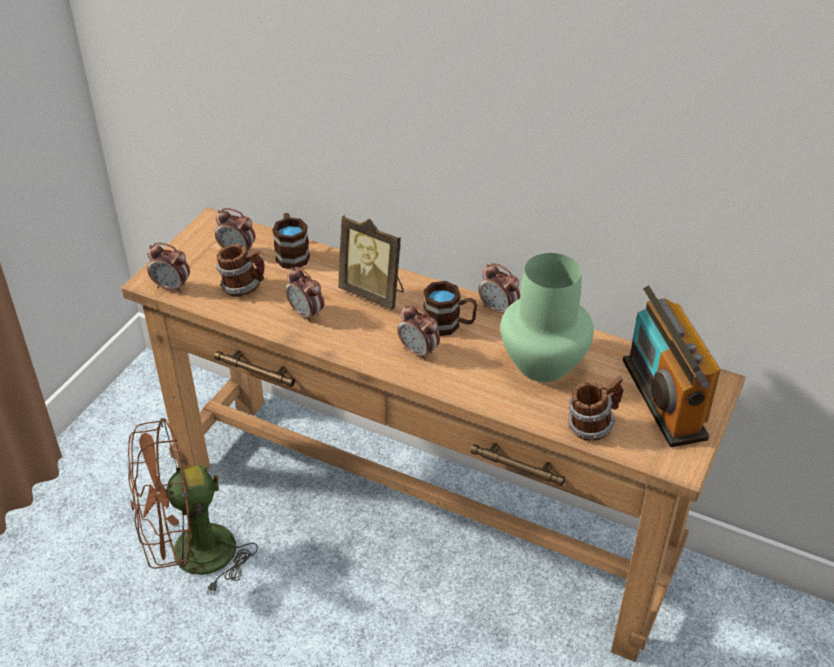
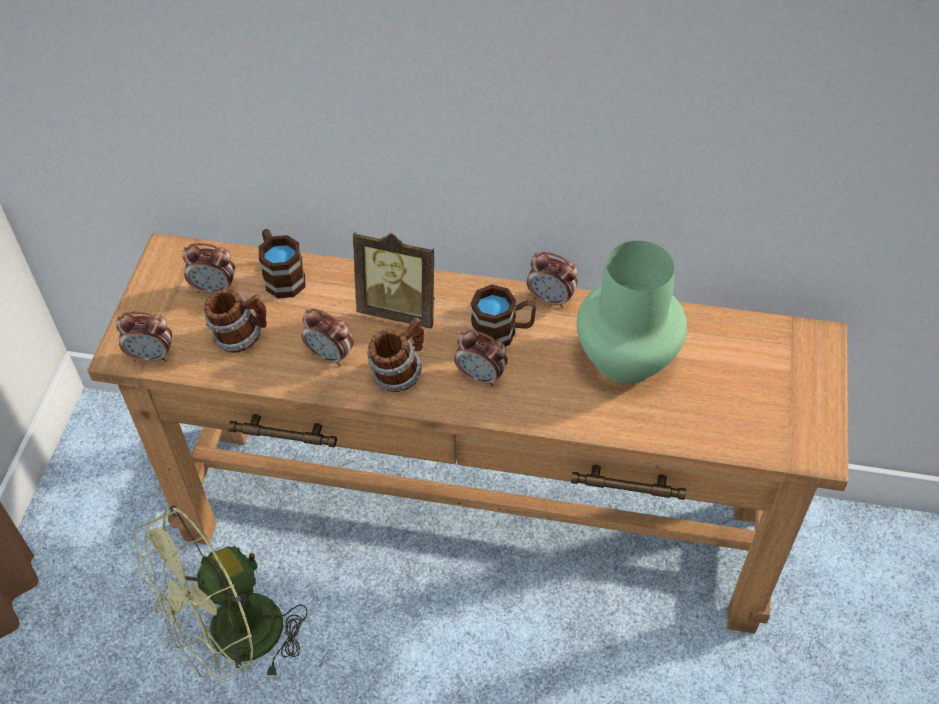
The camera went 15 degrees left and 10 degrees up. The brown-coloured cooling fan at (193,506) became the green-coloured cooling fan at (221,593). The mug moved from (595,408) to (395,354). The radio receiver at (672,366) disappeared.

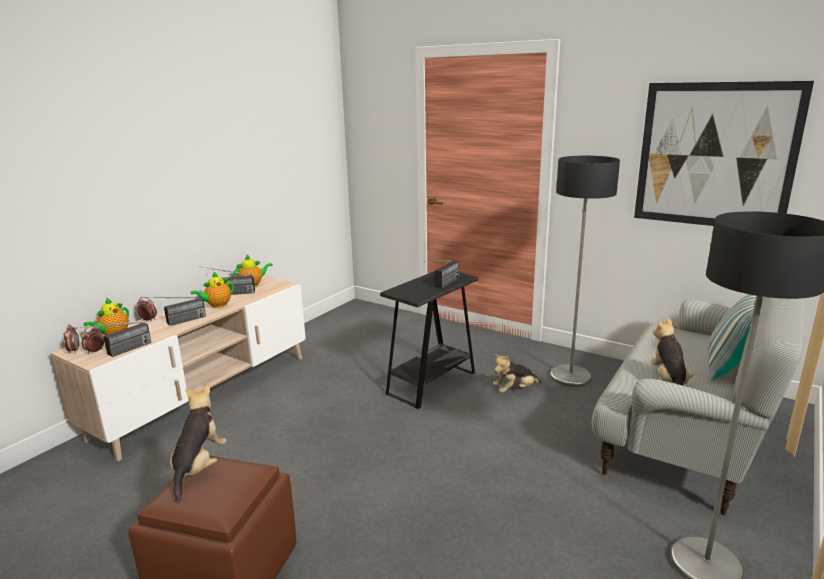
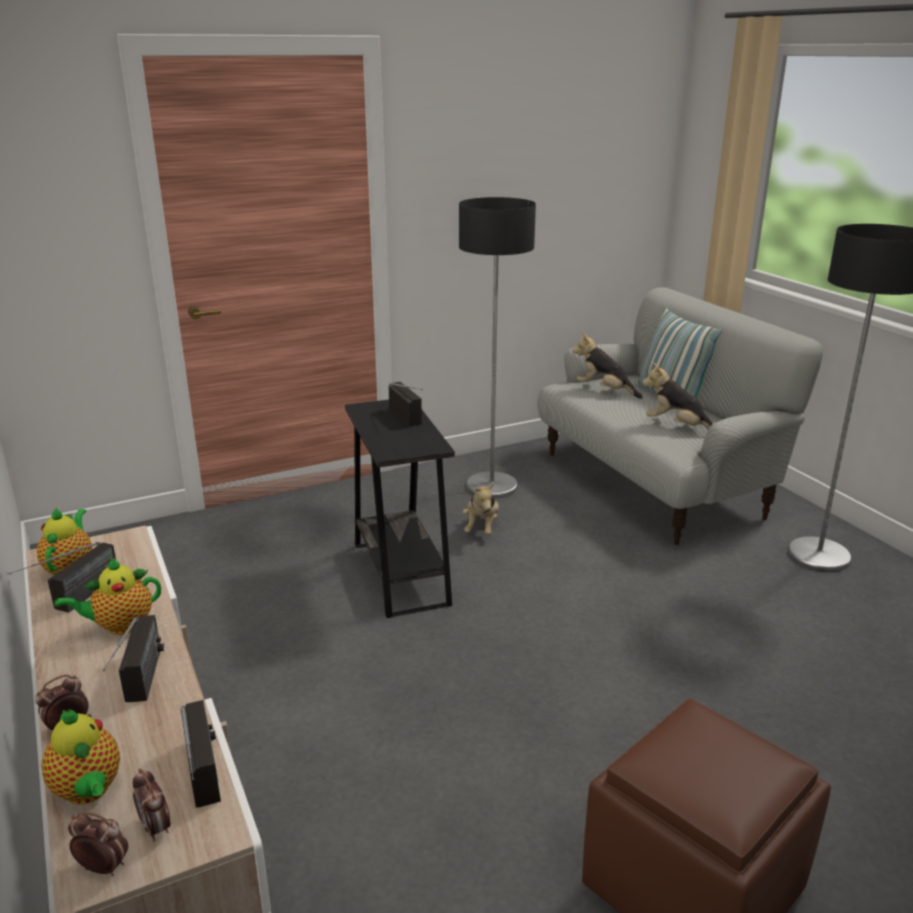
The camera went 60 degrees left and 5 degrees up. The plush toy moved from (198,443) to (607,365). The teapot at (212,290) turned 75 degrees clockwise. The wall art at (724,153) disappeared.

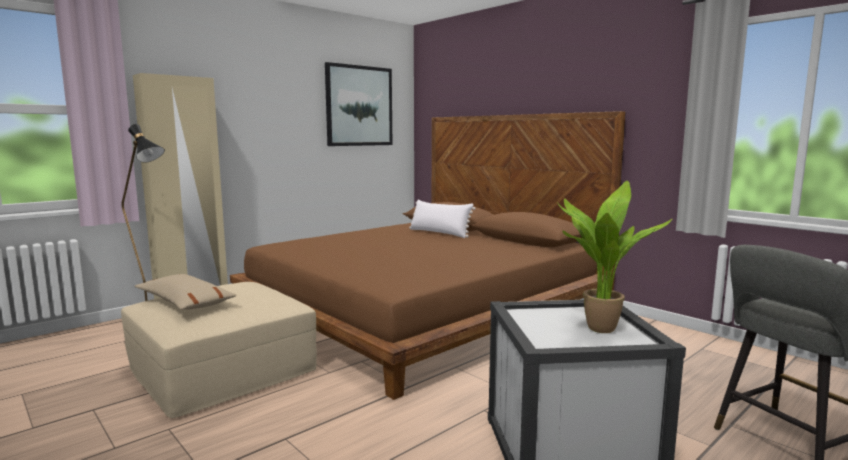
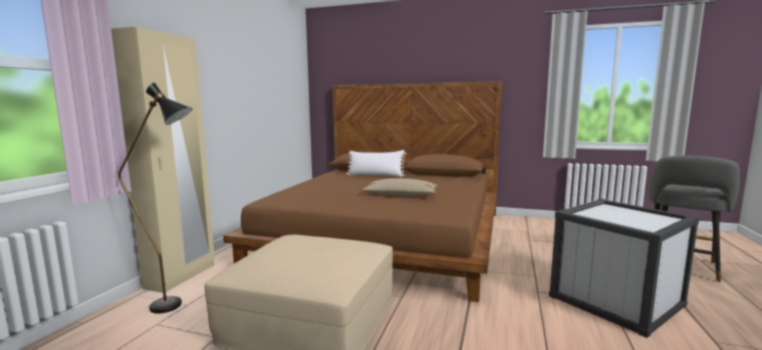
The camera went 30 degrees left and 0 degrees up. The beige-coloured throw pillow moved from (185,292) to (399,187). The wall art at (358,104) disappeared. The plant in a pot at (614,257) disappeared.

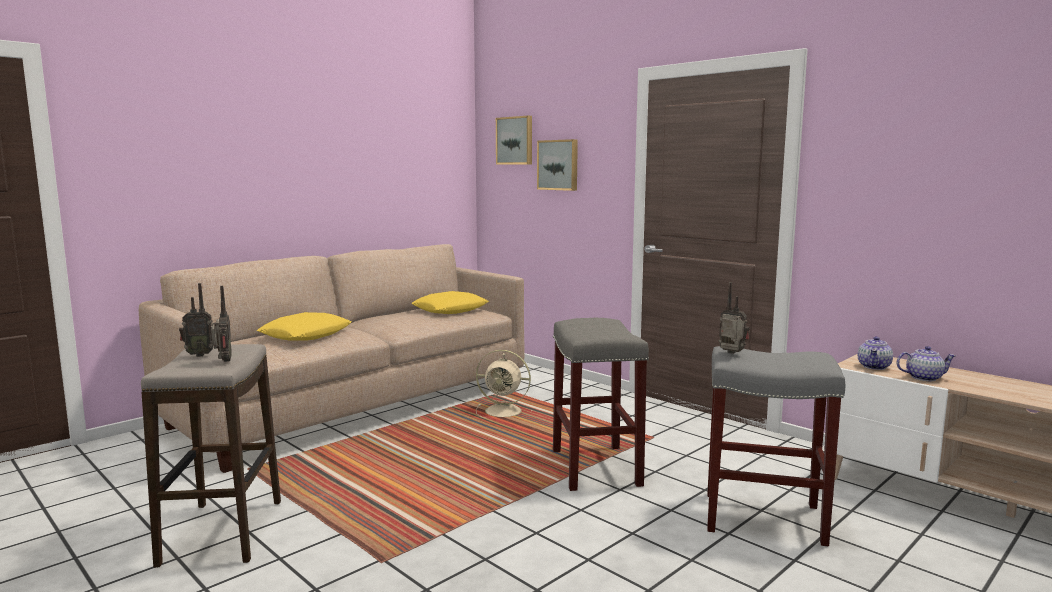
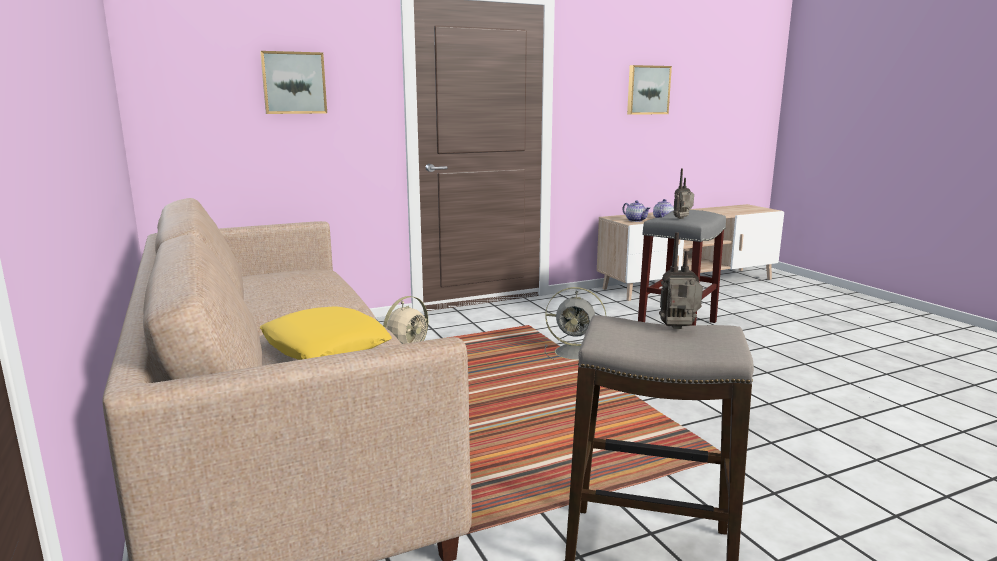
The camera went 70 degrees left and 5 degrees up. The radio receiver at (196,320) disappeared. The yellow throw pillow at (450,302) disappeared. The wall art moved from (514,140) to (649,90). The gray sitting stool at (601,404) was replaced by the gray cooling fan at (575,324).

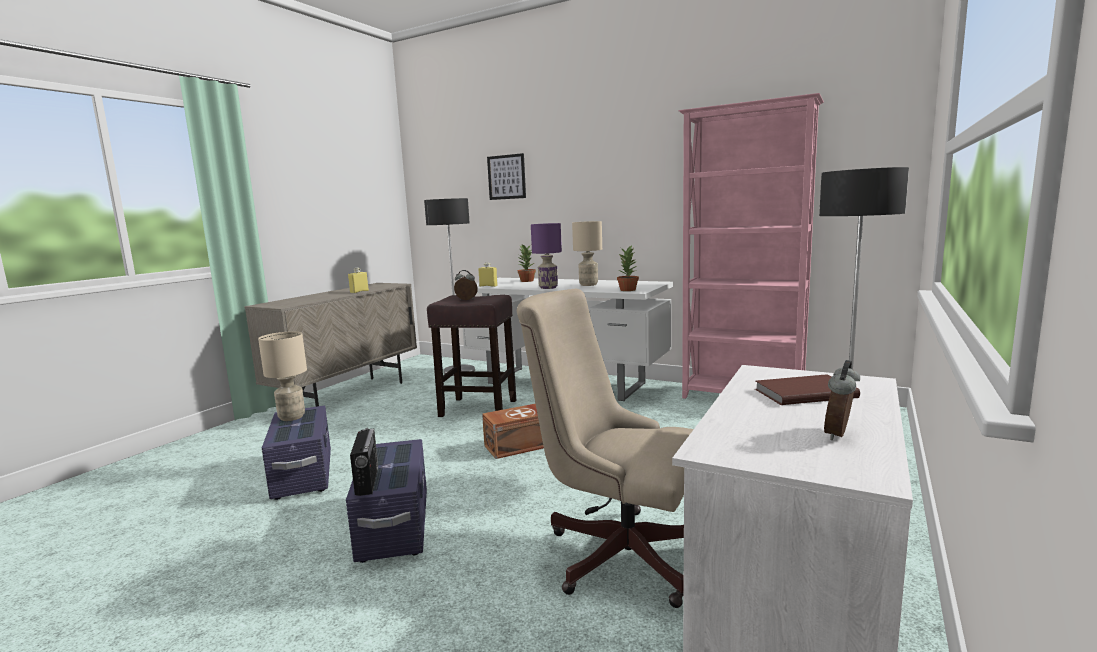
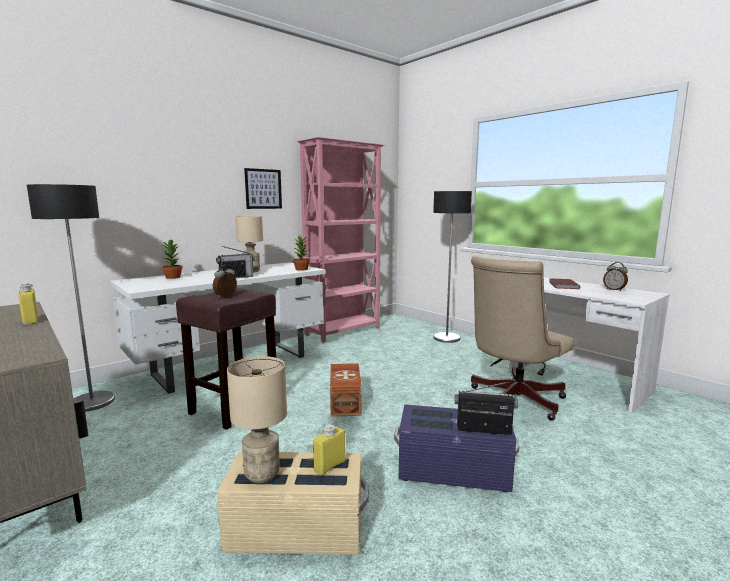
The camera went 70 degrees left and 0 degrees up. The purple storage bin at (296,453) became the beige-coloured storage bin at (293,503). The yellow bottle moved from (488,274) to (329,450). The wall art moved from (506,176) to (263,188). The purple lamp for a table at (546,256) was replaced by the radio receiver at (235,262).

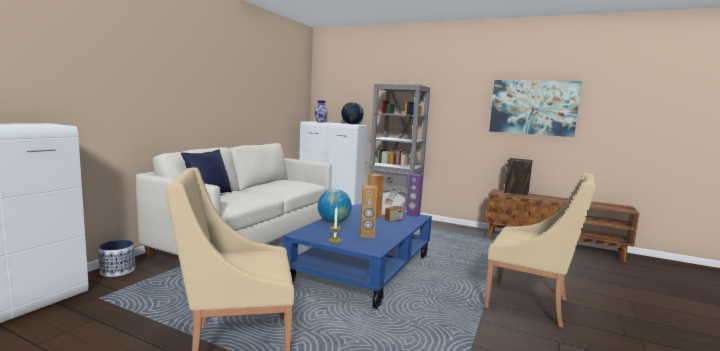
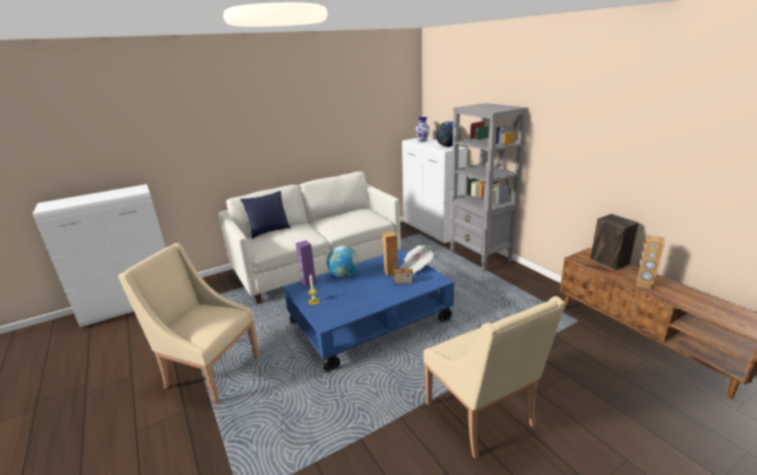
The camera went 35 degrees right and 15 degrees up. The planter at (116,258) disappeared. The brown-coloured speaker moved from (368,211) to (650,262). The purple speaker moved from (414,195) to (306,264). The wall art at (535,108) disappeared.

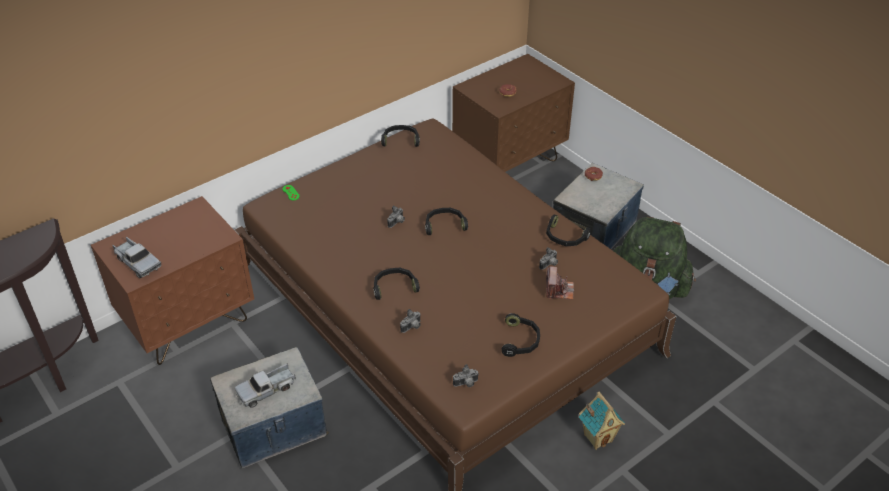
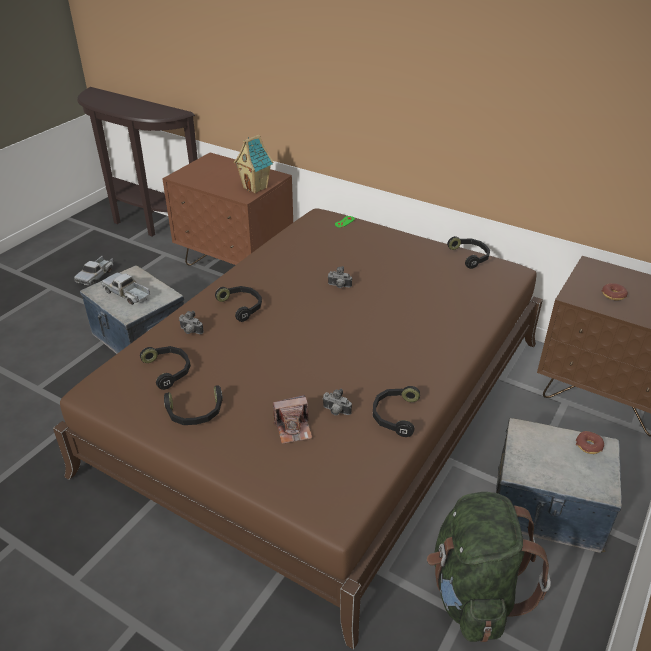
The camera went 70 degrees right and 5 degrees down. The toy truck moved from (137,257) to (94,271). The black headset moved from (446,221) to (165,368). The photo camera at (466,375) disappeared. The miniature house moved from (602,420) to (253,163).

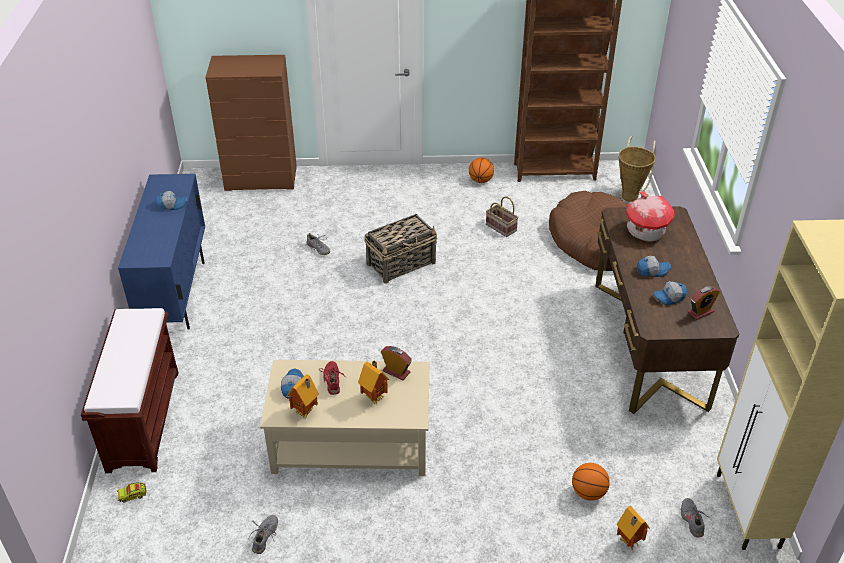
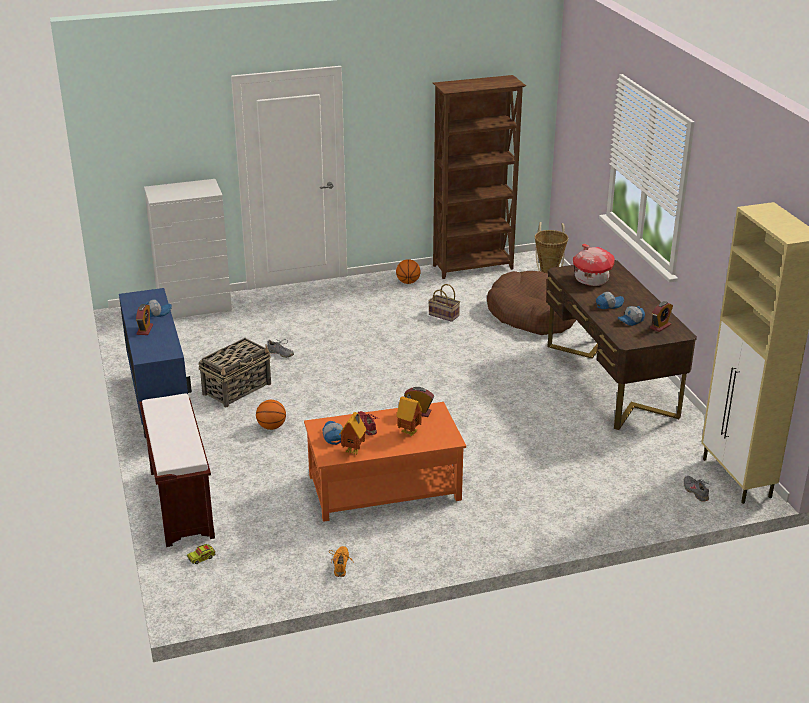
The camera went 15 degrees left and 10 degrees down. The brown-coloured chest of drawers at (251,123) became the white-coloured chest of drawers at (188,248). The gray low shoe at (263,534) became the orange low shoe at (341,561). The beige-coloured coffee table at (344,418) became the orange coffee table at (385,462). The basket moved from (400,249) to (235,373). The basketball moved from (591,482) to (271,415). The miniature house at (633,528) disappeared. The alarm clock at (144,319) appeared.

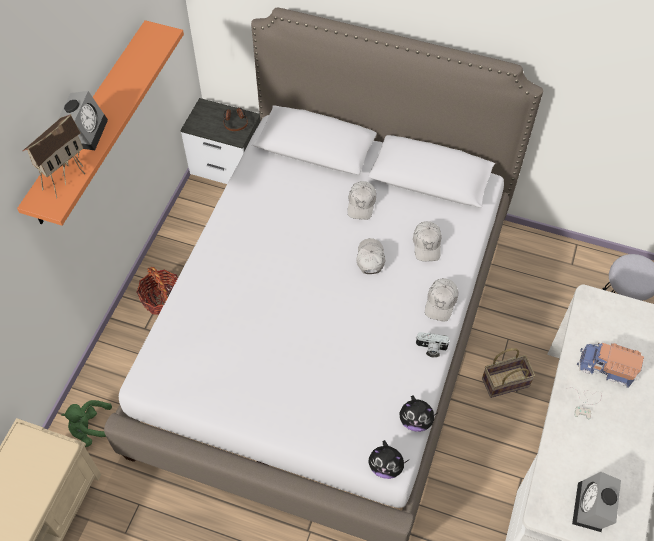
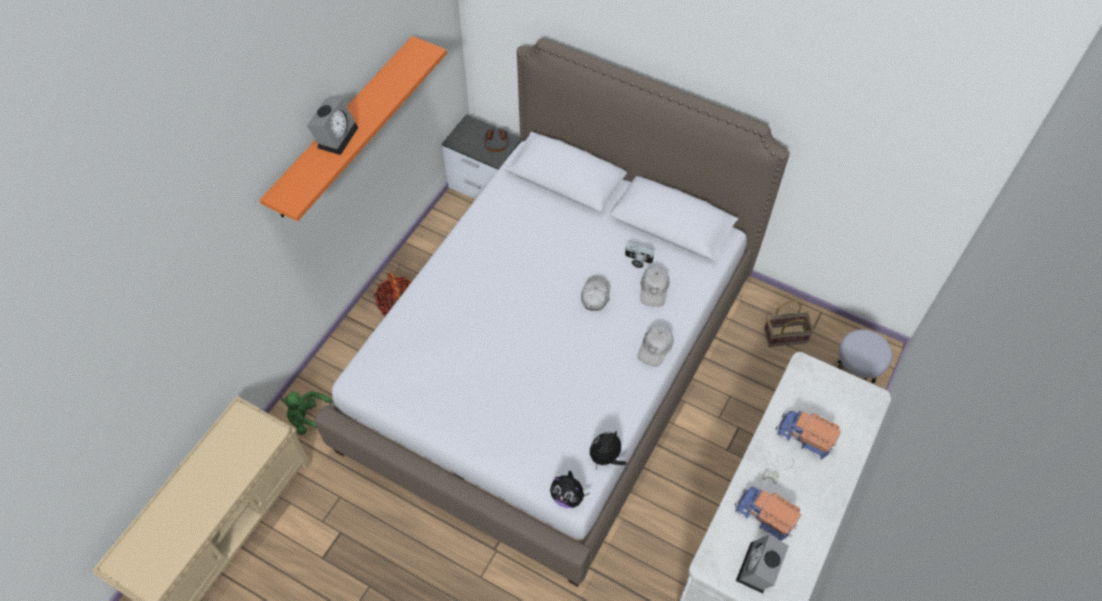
The camera went 10 degrees right and 0 degrees up. The miniature house at (54,156) disappeared. The white-coloured baseball cap at (362,200) disappeared. The plush toy at (419,413) turned 120 degrees clockwise. The photo camera moved from (432,345) to (640,255). The basket moved from (508,373) to (789,324). The toy truck at (768,513) appeared.

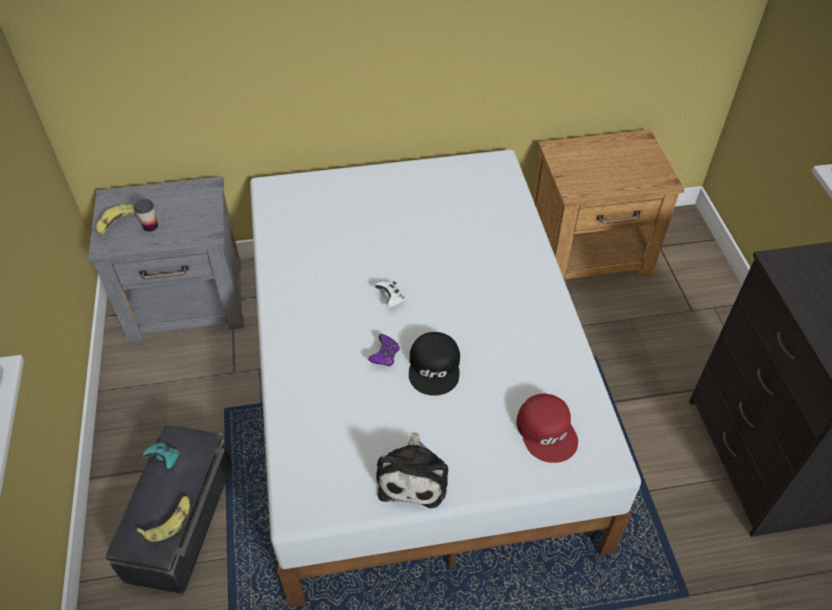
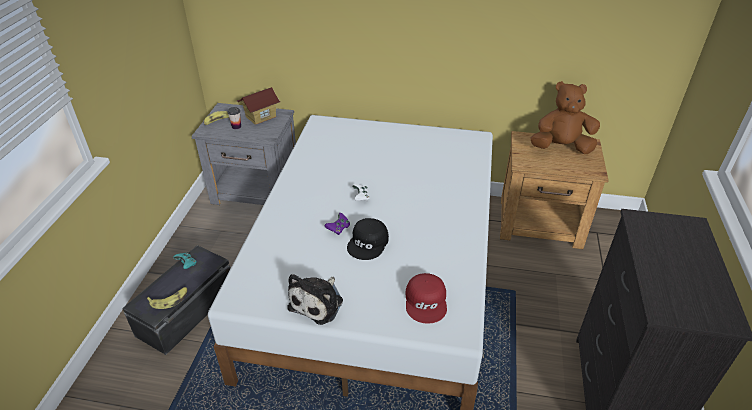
The camera went 20 degrees right and 10 degrees down. The miniature house at (258,106) appeared. The brown-coloured plush toy at (565,117) appeared.

